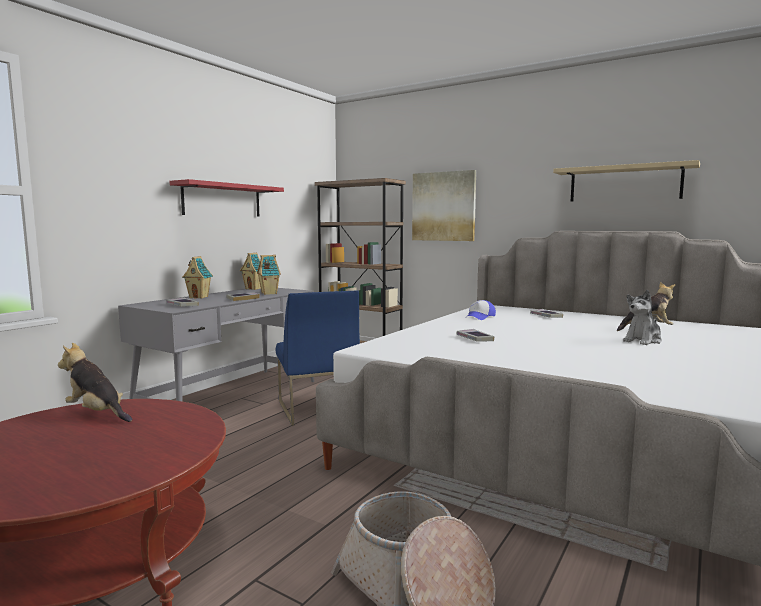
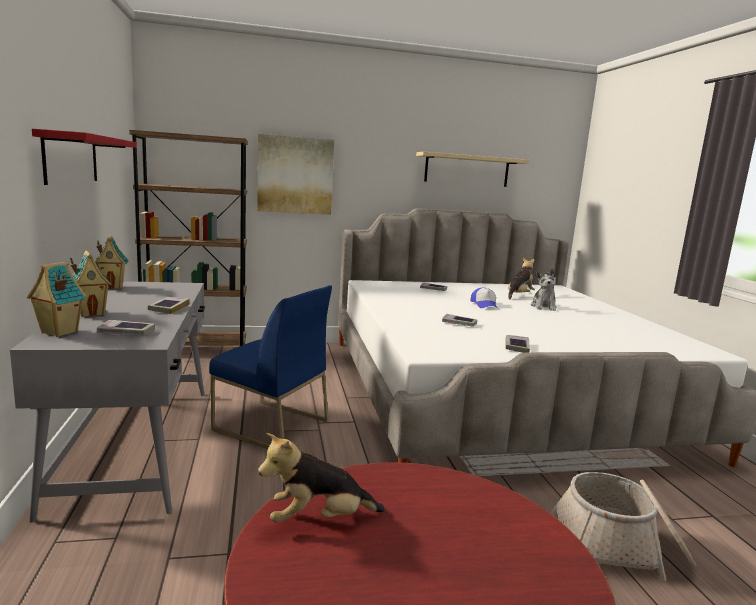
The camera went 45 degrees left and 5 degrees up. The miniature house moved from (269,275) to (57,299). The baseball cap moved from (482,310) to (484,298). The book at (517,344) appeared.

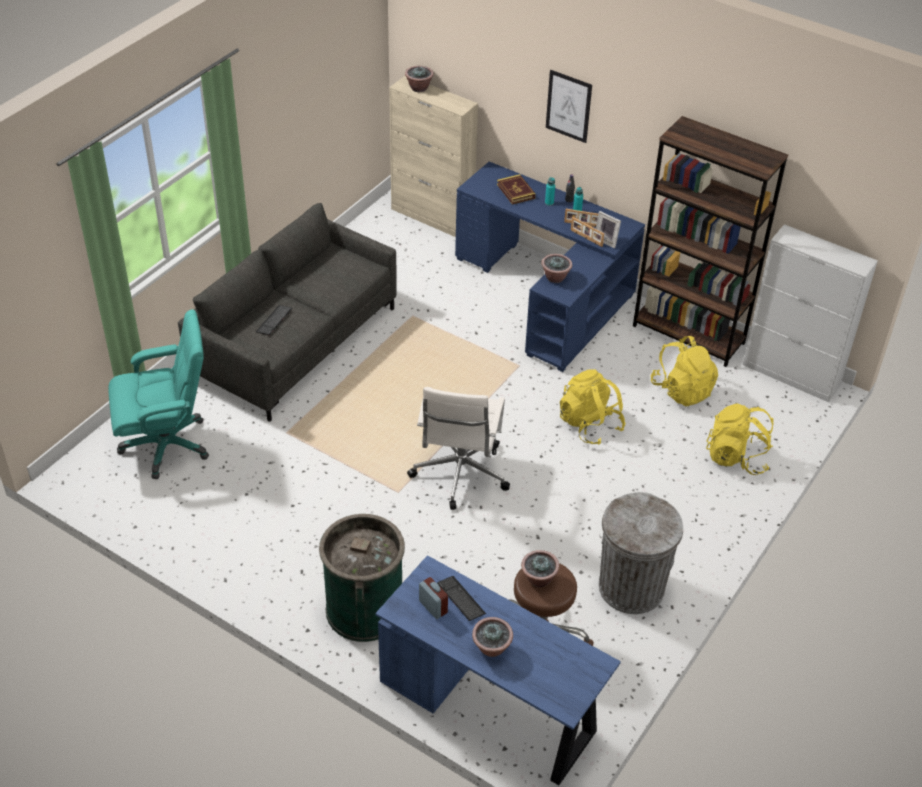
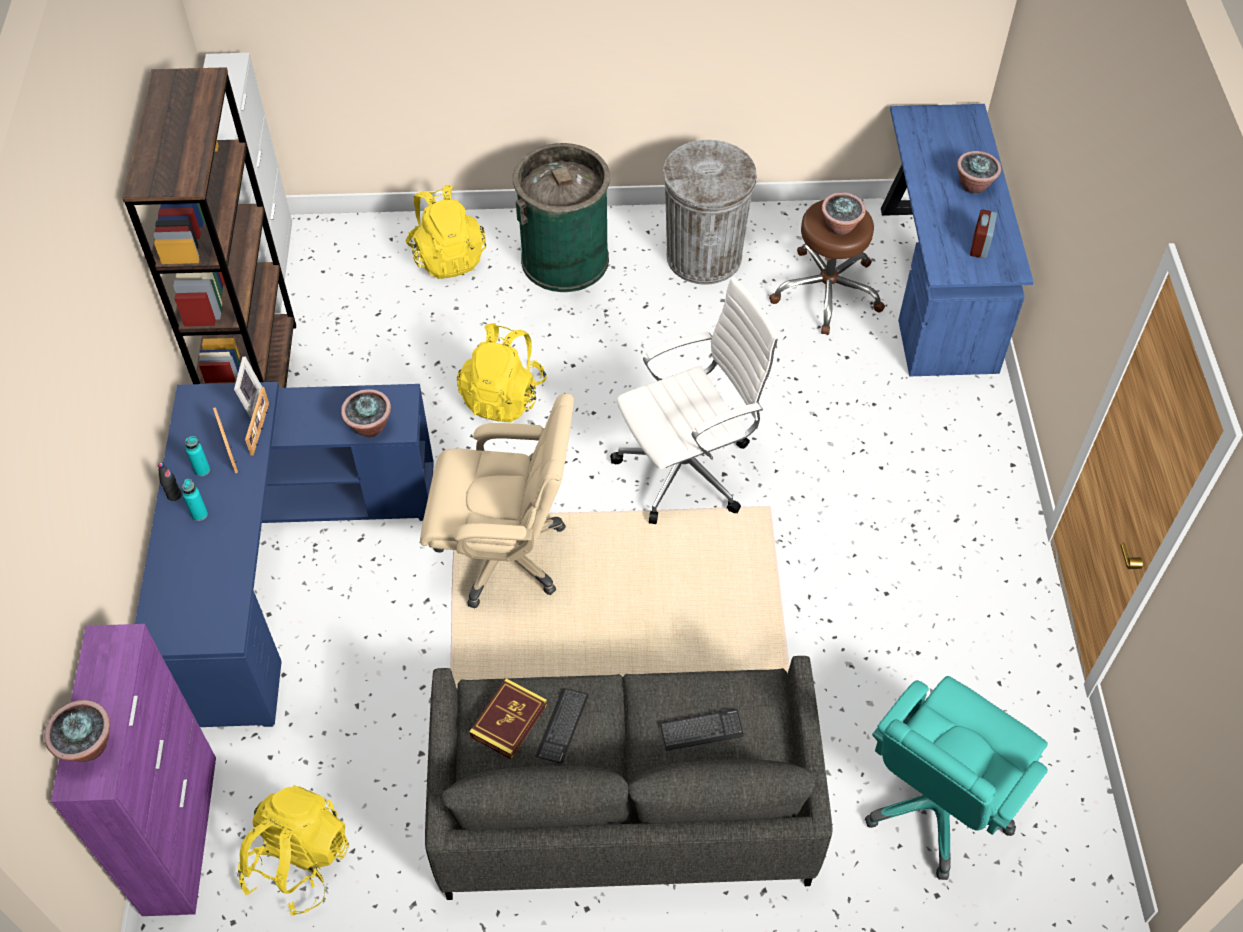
The camera went 125 degrees left and 10 degrees up. The turquoise desk chair at (159,394) turned 90 degrees counterclockwise. The green-coloured trash can moved from (362,578) to (561,217). The beige-coloured storage cabinet at (433,156) became the purple storage cabinet at (133,770). The computer keyboard moved from (461,598) to (562,725). The book moved from (516,189) to (508,718). The wall art at (569,106) disappeared. The yellow backpack moved from (684,371) to (293,850). The beige-coloured desk chair at (497,501) appeared.

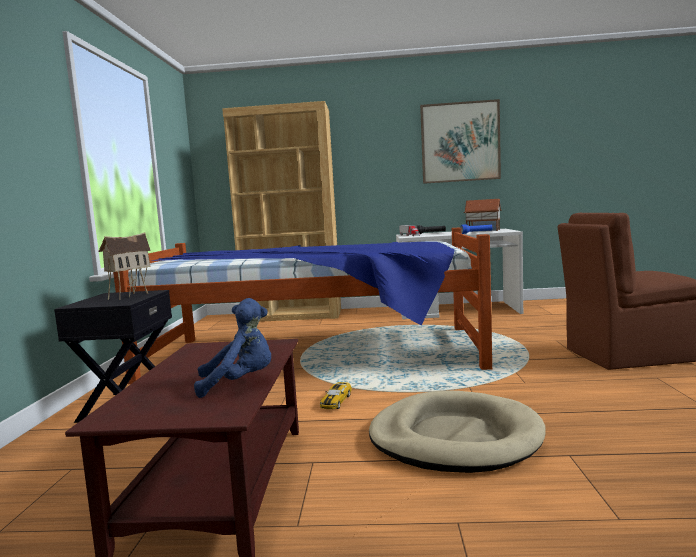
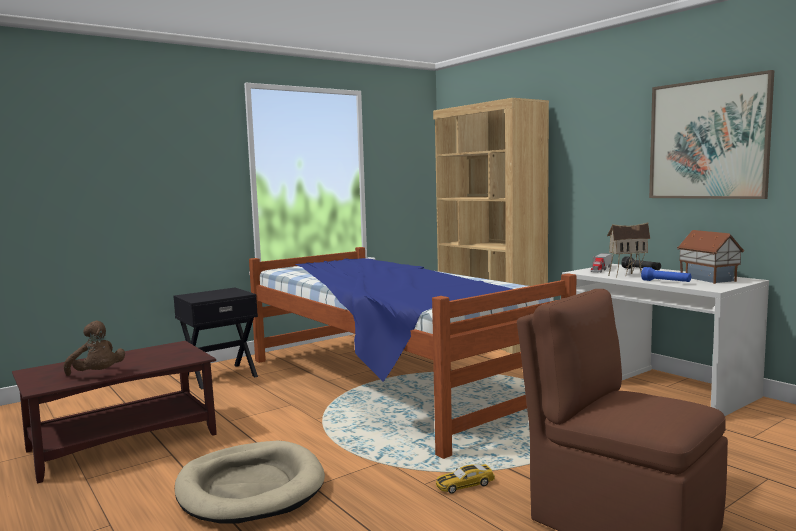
The camera went 50 degrees right and 0 degrees up. The miniature house moved from (124,266) to (628,250). The blue plush toy at (232,348) became the brown-coloured plush toy at (94,348). The toy car moved from (336,395) to (465,479).

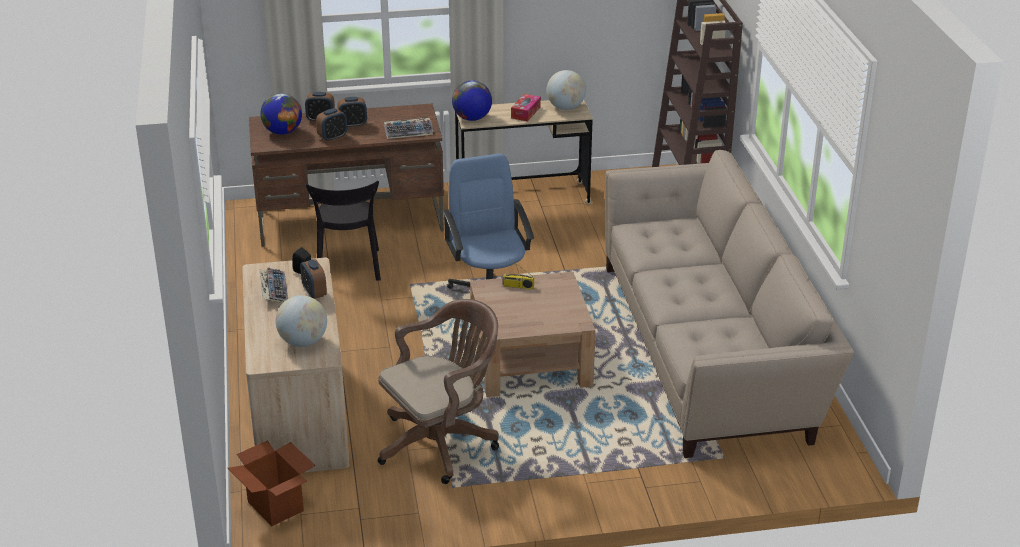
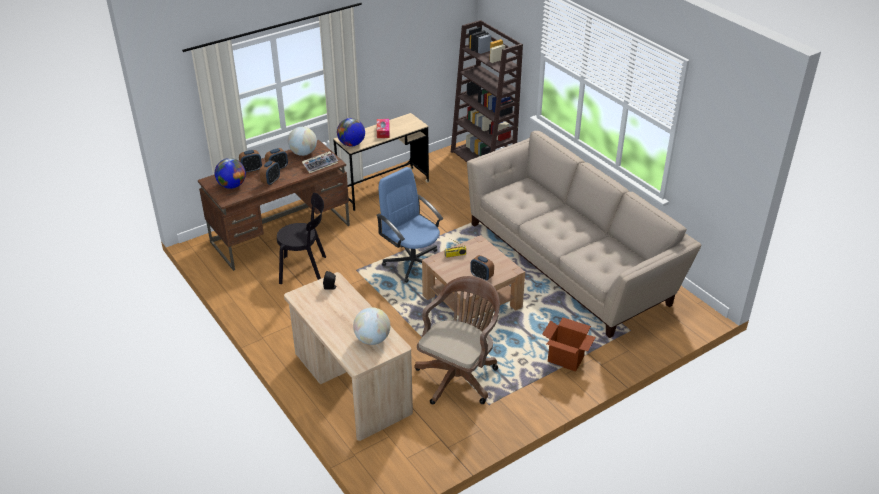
The camera went 25 degrees left and 5 degrees up. The carton moved from (272,483) to (569,344). The computer keyboard at (274,285) disappeared. The alarm clock moved from (313,279) to (482,268). The black plain chair at (343,231) turned 60 degrees counterclockwise. The world globe moved from (566,90) to (302,141).

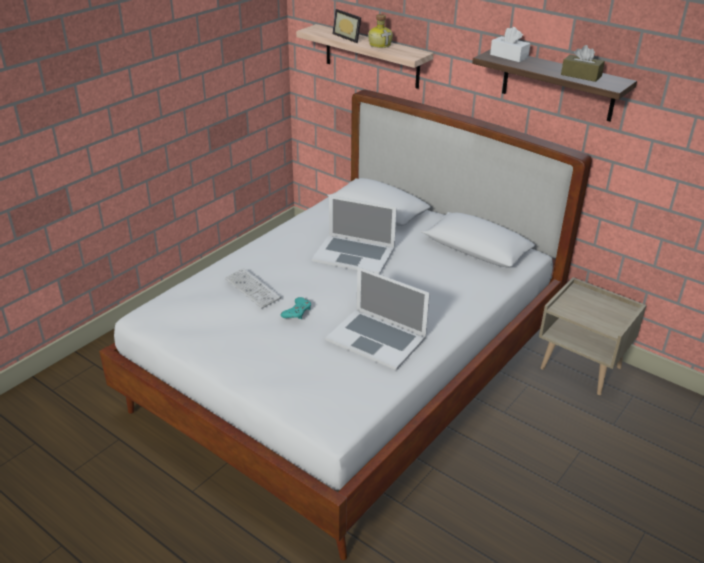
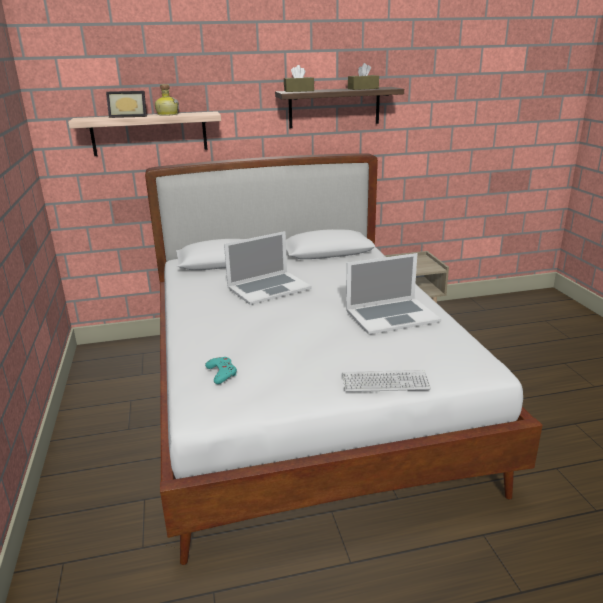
The camera went 50 degrees left and 10 degrees down. The computer keyboard moved from (253,288) to (387,381). The turquoise gamepad moved from (296,308) to (221,370). The white-coloured box of tissues at (510,44) became the brown-coloured box of tissues at (299,78).

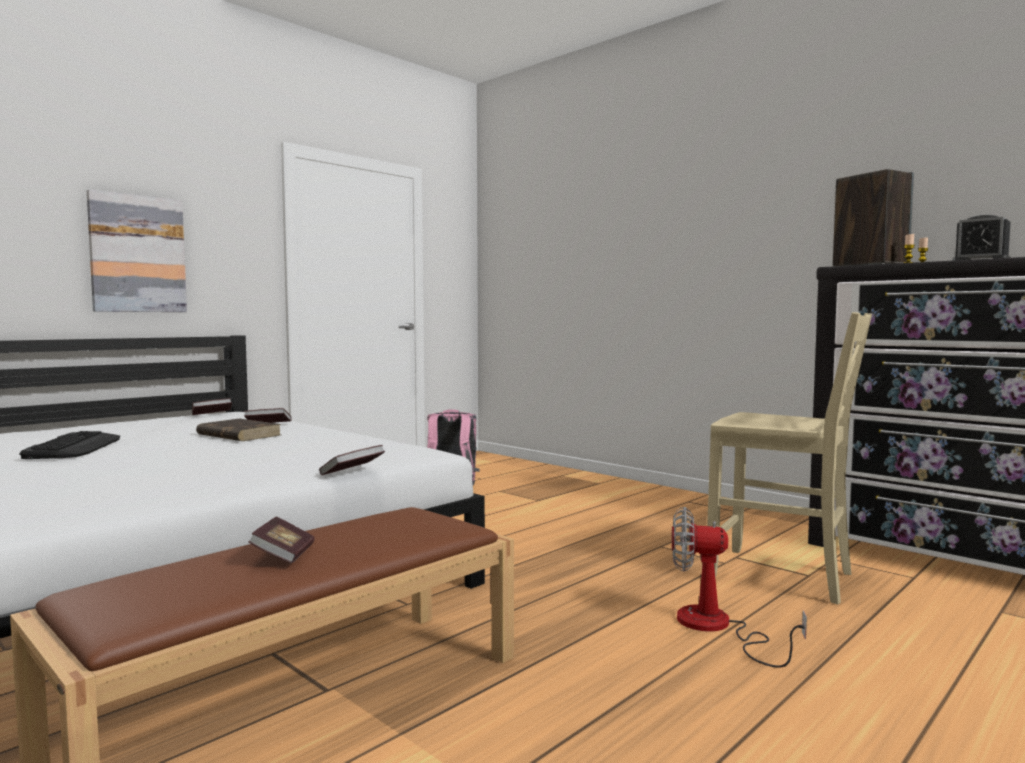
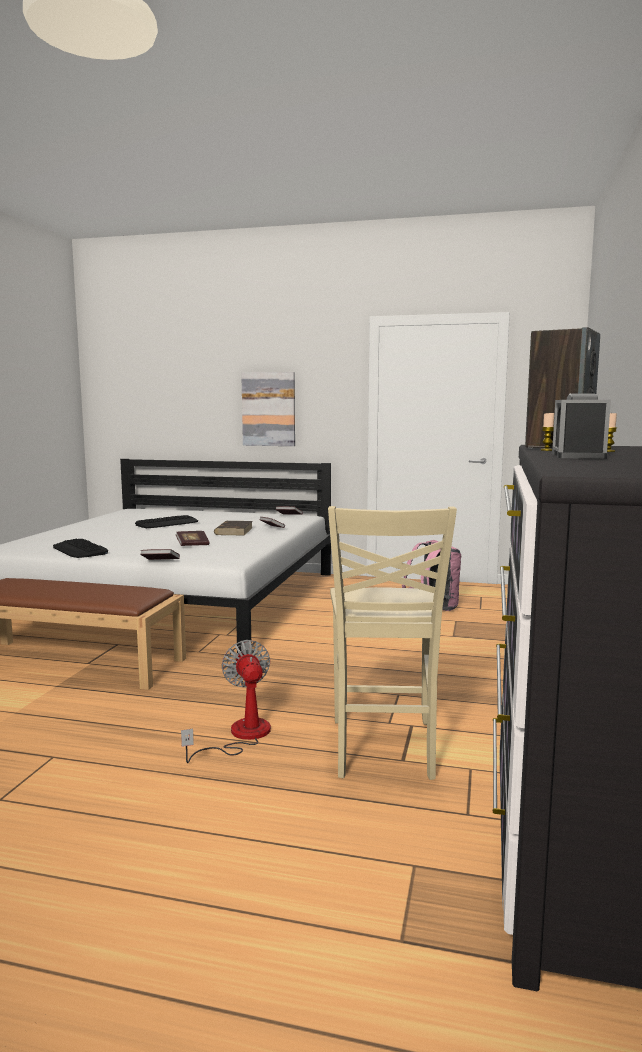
The camera went 60 degrees right and 5 degrees up. The book moved from (282,540) to (193,538). The computer keyboard at (80,548) appeared.

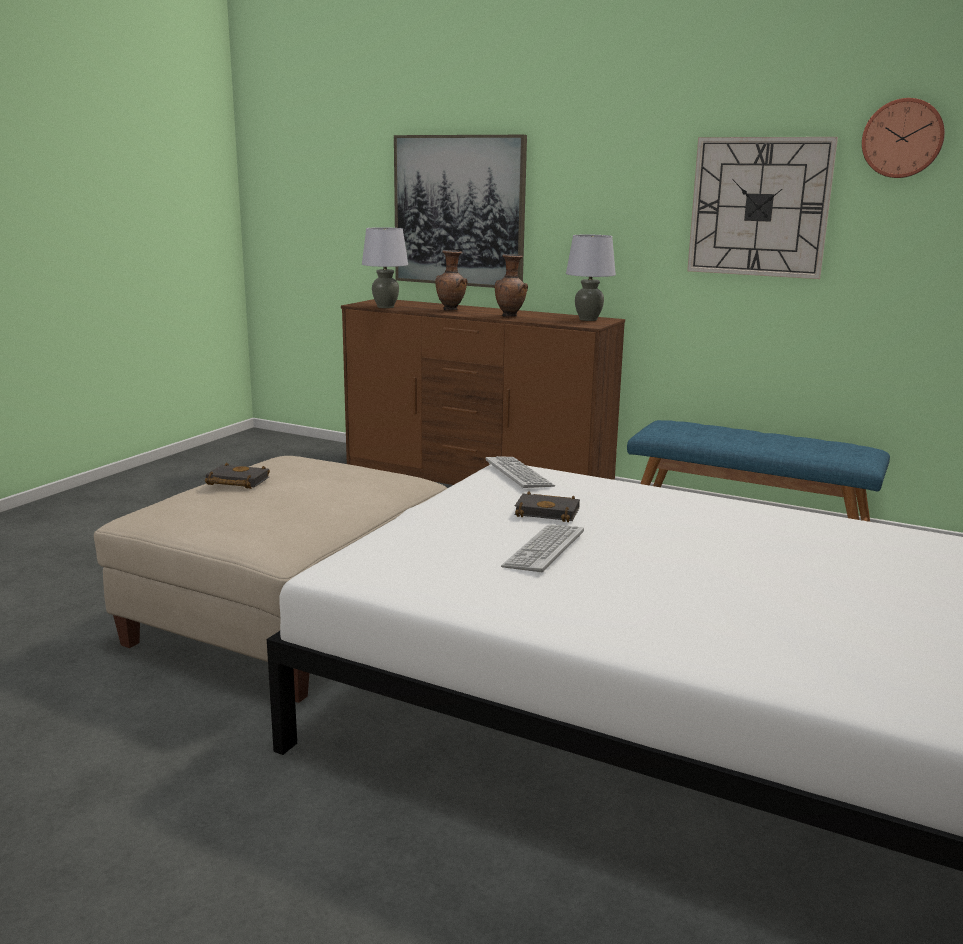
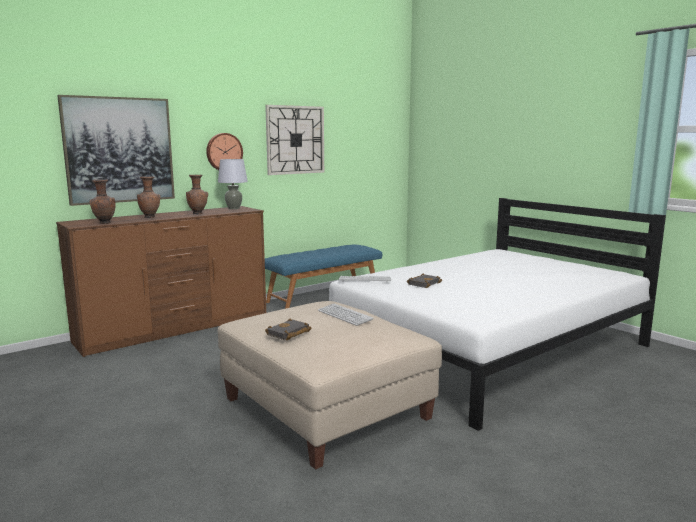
The camera went 65 degrees left and 5 degrees down. The gray lamp for a table at (385,267) was replaced by the brown-coloured decorative vase at (102,201). The computer keyboard moved from (542,549) to (345,315). The clock on the wall moved from (903,138) to (224,151).

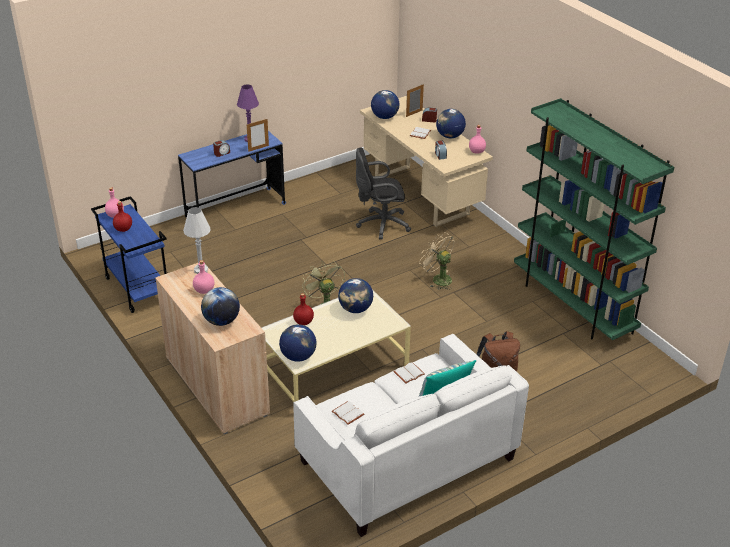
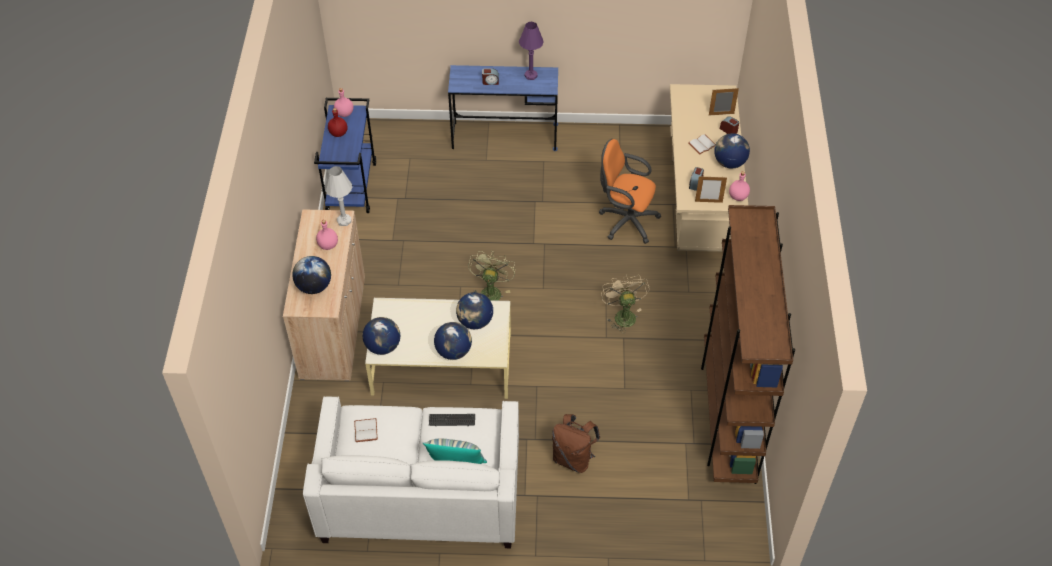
The camera went 35 degrees right and 15 degrees up. The photo frame moved from (258,135) to (711,189). The red bottle at (303,309) disappeared. The black desk chair at (383,194) became the orange desk chair at (630,191). The world globe moved from (385,104) to (453,341). The white-coloured book at (409,372) was replaced by the computer keyboard at (452,420). The green-coloured bookcase at (594,219) became the brown-coloured bookcase at (748,344).

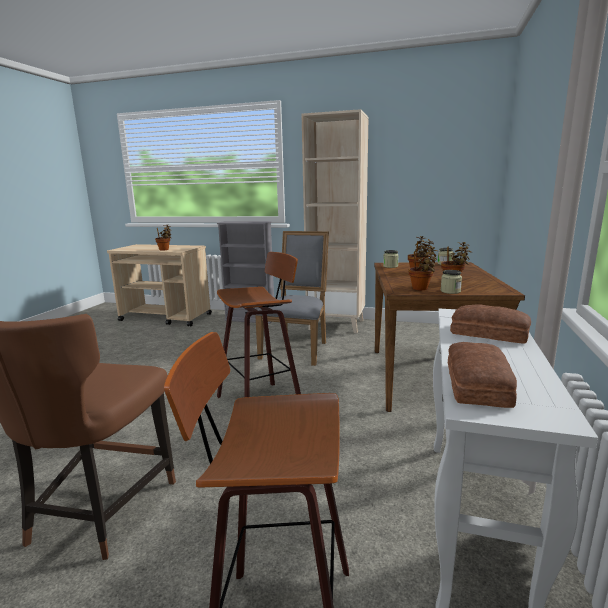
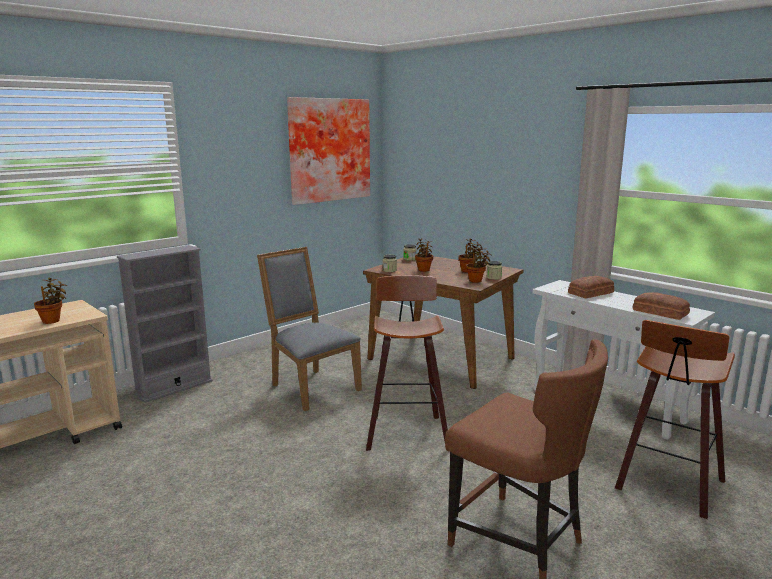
The camera went 60 degrees left and 0 degrees up. The beige-coloured bookcase at (335,221) disappeared. The wall art at (328,151) appeared.

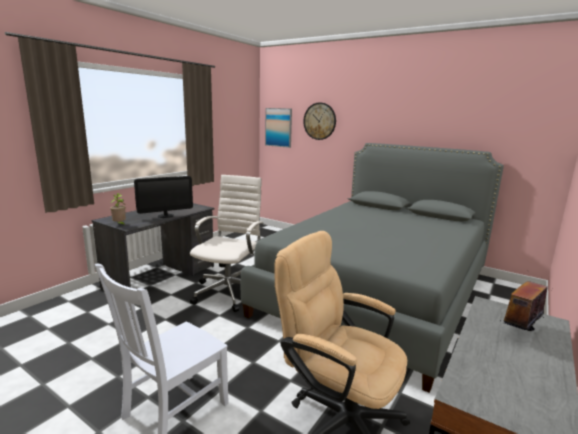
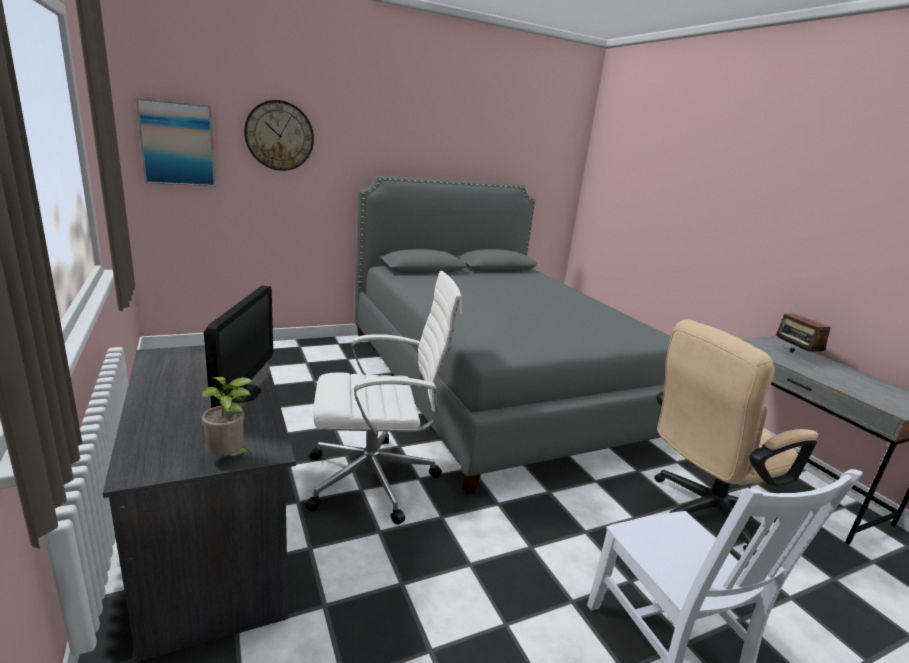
The camera went 60 degrees left and 5 degrees up. The white-coloured desk chair at (227,243) turned 120 degrees clockwise.

